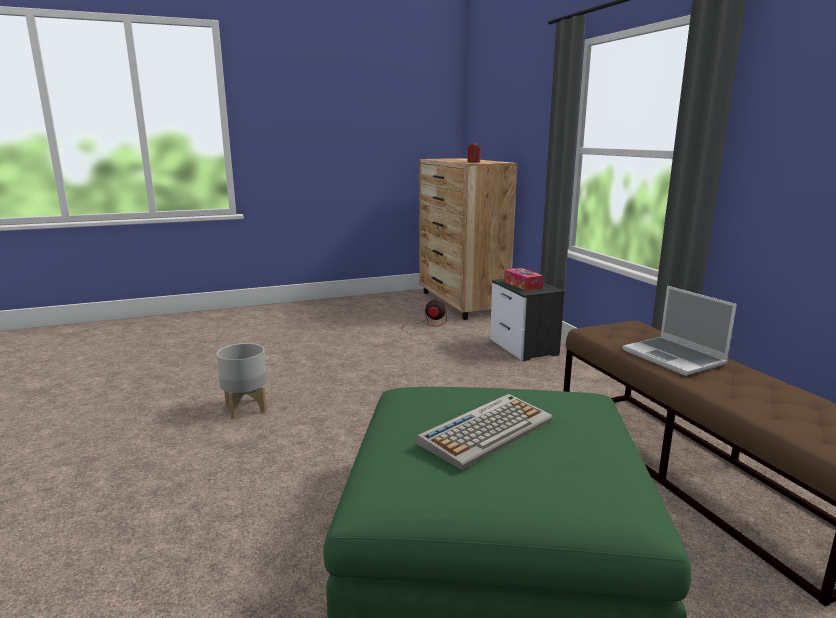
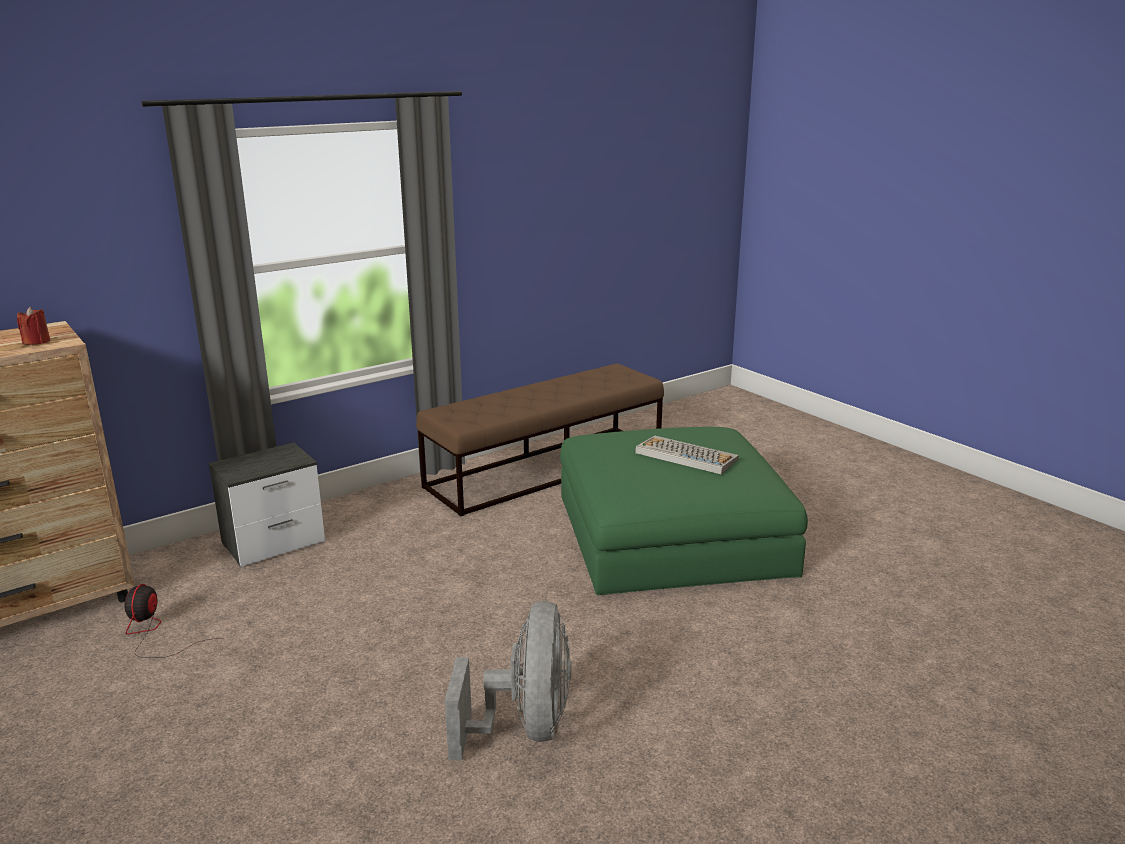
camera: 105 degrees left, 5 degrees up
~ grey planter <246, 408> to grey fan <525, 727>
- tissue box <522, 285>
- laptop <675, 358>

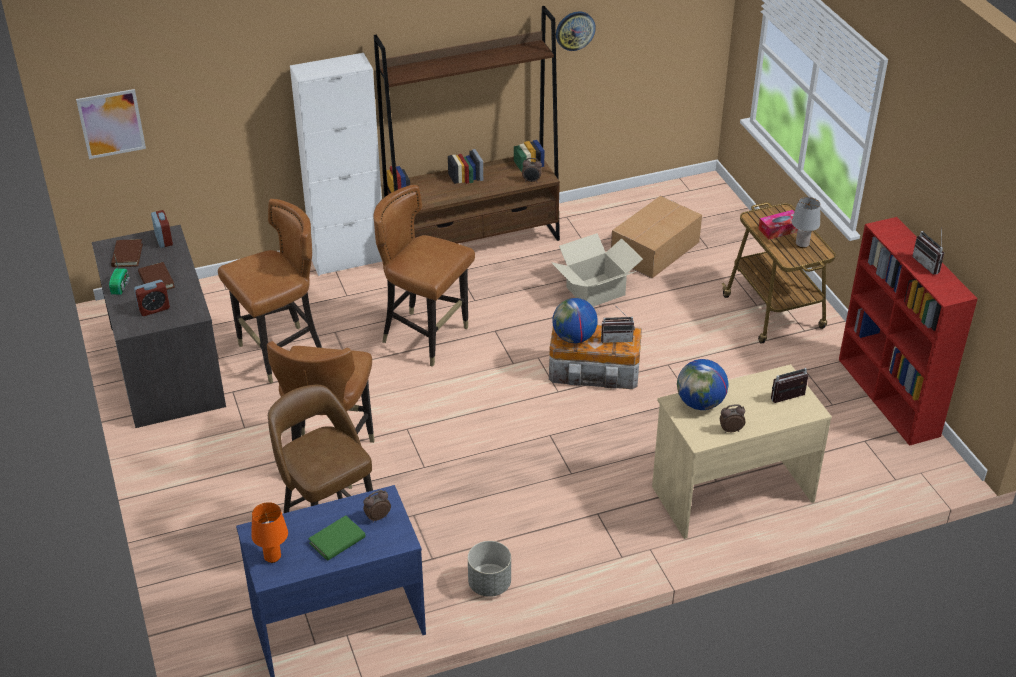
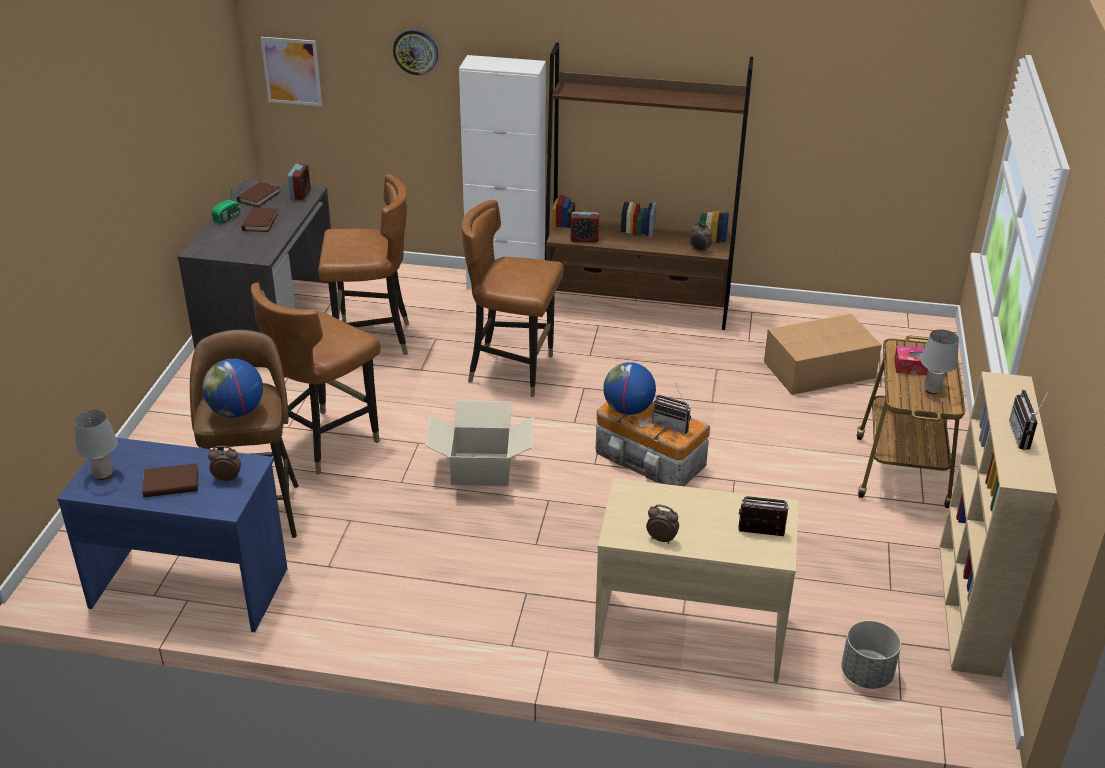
camera: 30 degrees right, 5 degrees down
~ alarm clock <154, 309> to <584, 239>
~ orange table lamp <272, 557> to grey table lamp <103, 474>
~ green book <337, 540> to brown book <171, 484>
~ brown chair <426, 337> = <512, 371> 45 degrees counterclockwise
~ grey planter <489, 584> to <866, 674>
~ cardboard box <595, 291> to <481, 469>
~ wall clock <575, 30> to <415, 51>
~ globe <700, 403> to <236, 412>
~ red bookcase <889, 398> to beige bookcase <969, 609>

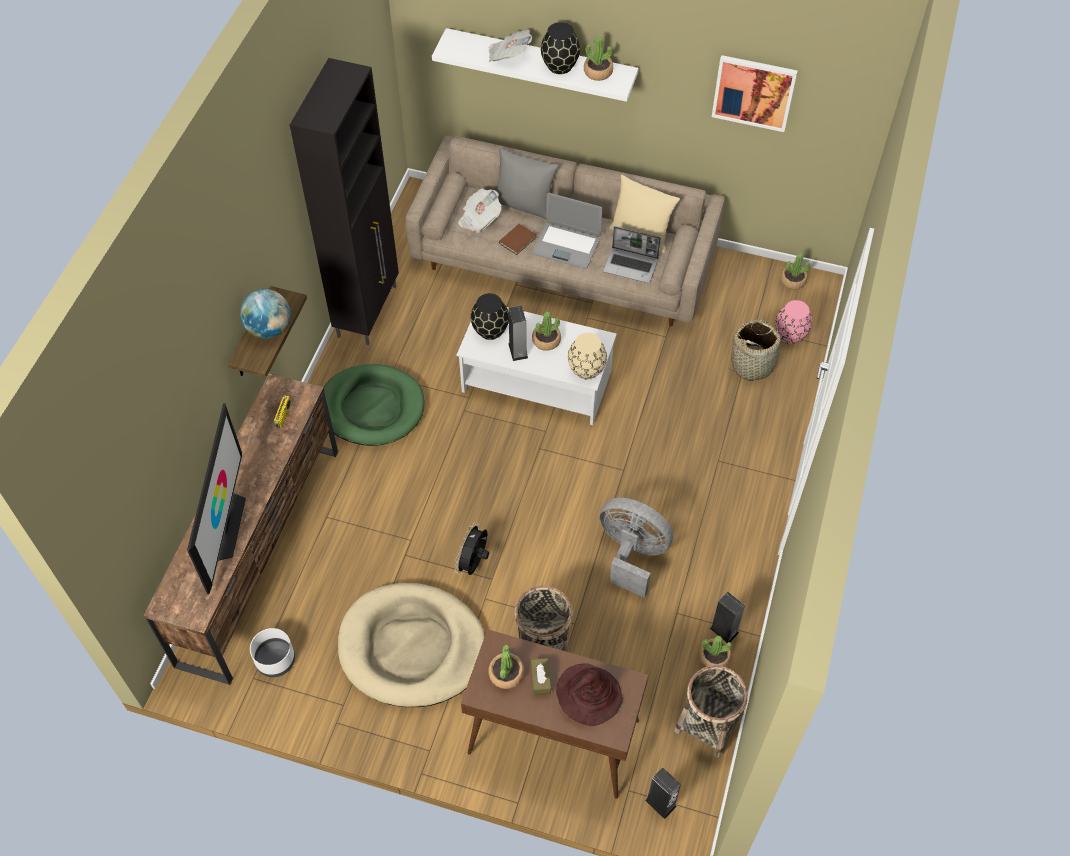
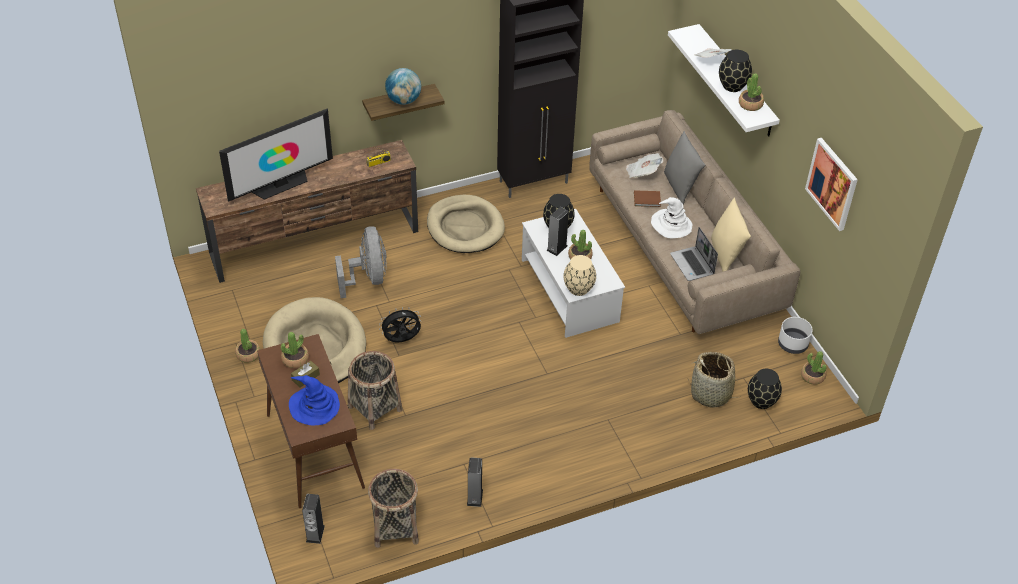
camera: 50 degrees right, 10 degrees down
~ white planter <276, 660> to <793, 344>
~ green dog bed <372, 408> to beige dog bed <465, 227>
~ laptop <566, 246> to white hat <670, 224>
~ brown hat <588, 695> to blue hat <315, 406>
~ grey fan <632, 554> to <367, 278>
~ potted plant <714, 657> to <248, 354>
~ pink vase <789, 335> to black vase <761, 401>

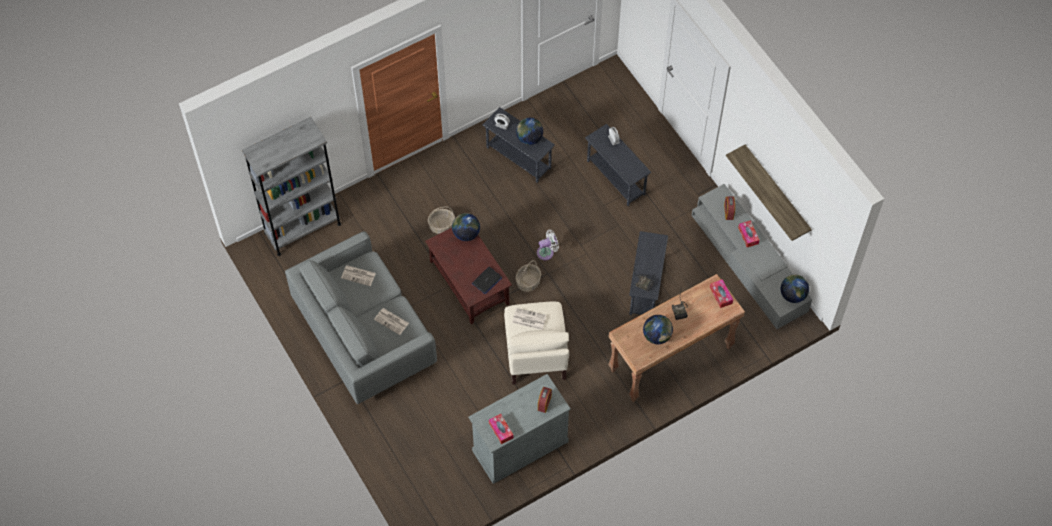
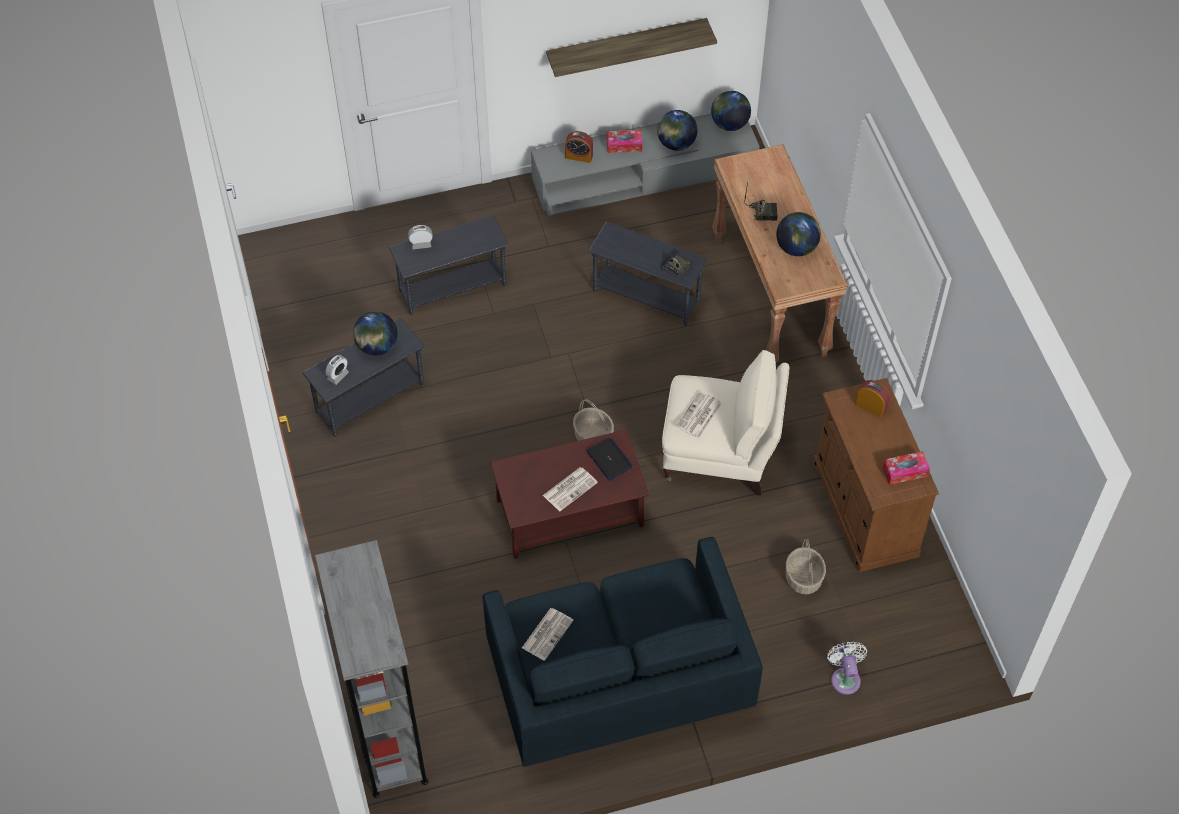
camera: 75 degrees left, 5 degrees down
~ grey sofa <365, 334> to blue sofa <618, 678>
~ newspaper <392, 321> to <570, 488>
~ basket <441, 226> to <804, 578>
~ globe <466, 233> to <676, 143>
~ grey cabinet <520, 446> to brown cabinet <864, 508>
~ white fan <547, 252> to <845, 677>
- tissue box <721, 295>

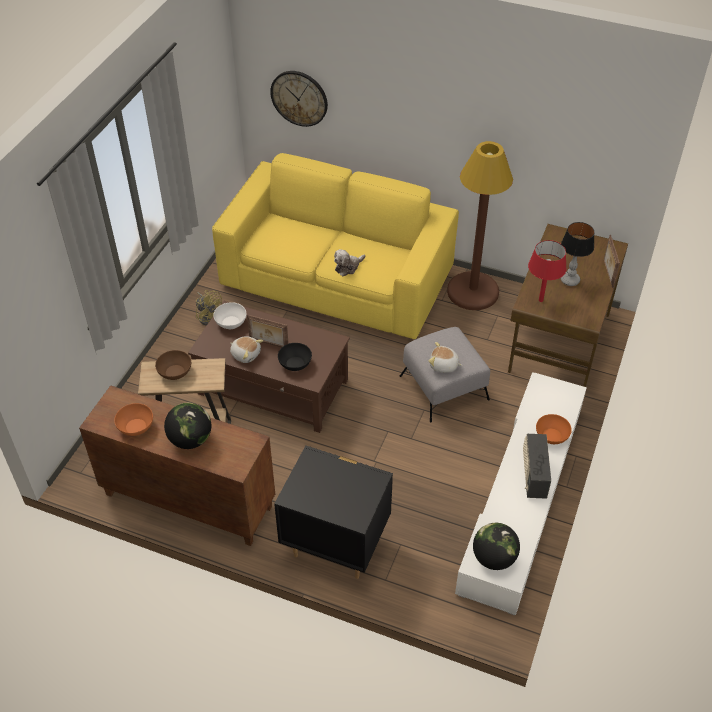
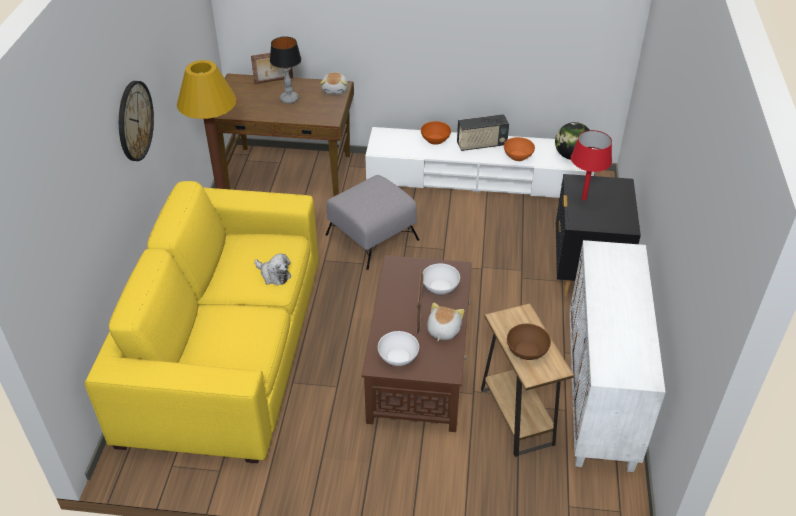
camera: 105 degrees left, 5 degrees down
~ brown cabinet <187, 501> to white cabinet <600, 395>
~ orange bowl <136, 427> to <518, 156>
- globe <190, 439>
- yellow fan <208, 316>
~ wall clock <299, 98> to <134, 121>
~ black bowl <295, 363> to white bowl <440, 287>
~ plush toy <443, 365> to <335, 90>
~ red table lamp <541, 300> to <584, 198>

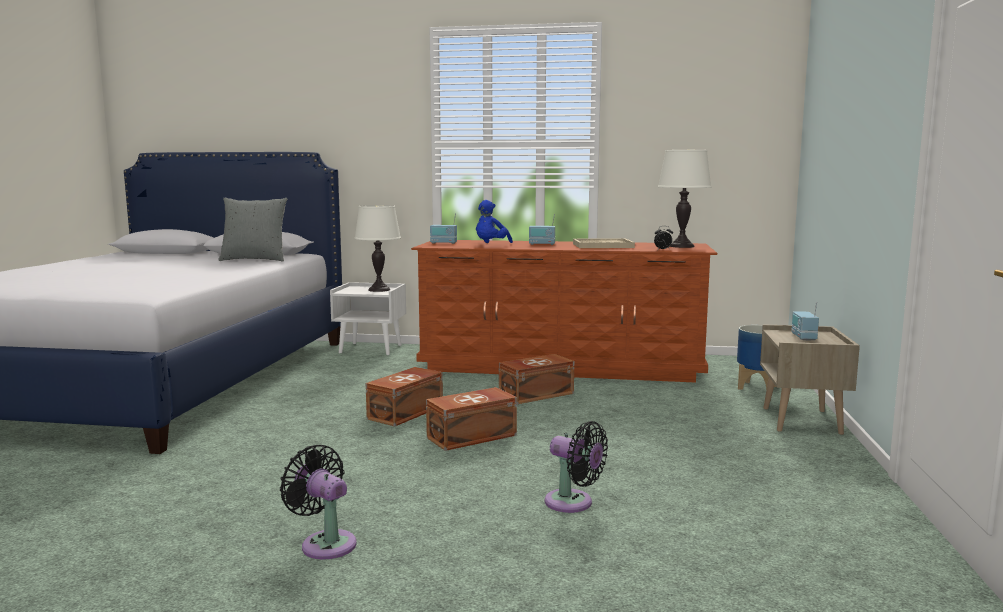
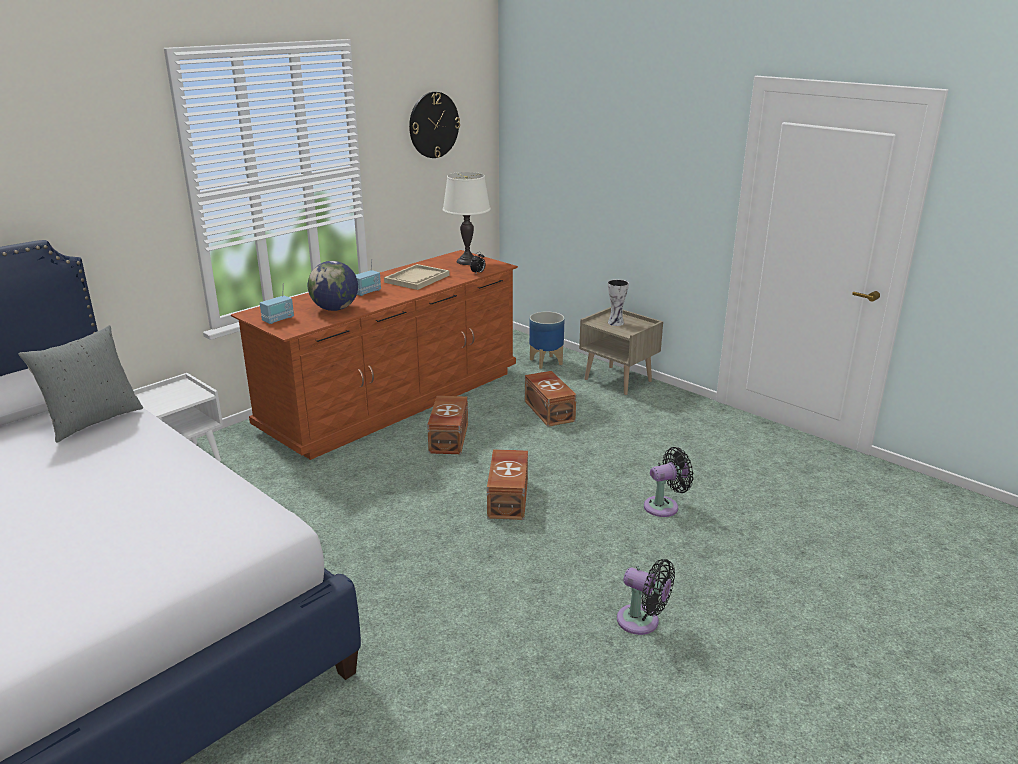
camera: 55 degrees left, 15 degrees up
~ black fan <325, 543> = <642, 622> 135 degrees counterclockwise
- white table lamp <379, 290>
~ brown storage box <407, 412> to <549, 410>
~ blue plush toy <490, 245> to globe <335, 309>
~ radio <803, 337> to vase <616, 322>
+ wall clock <433, 125>

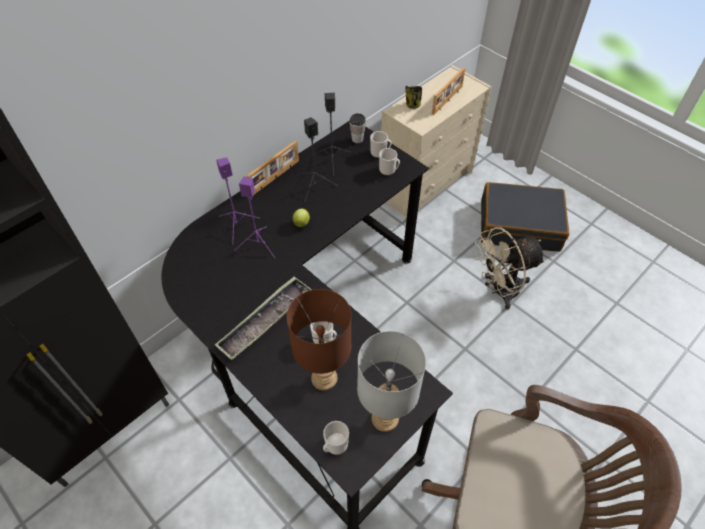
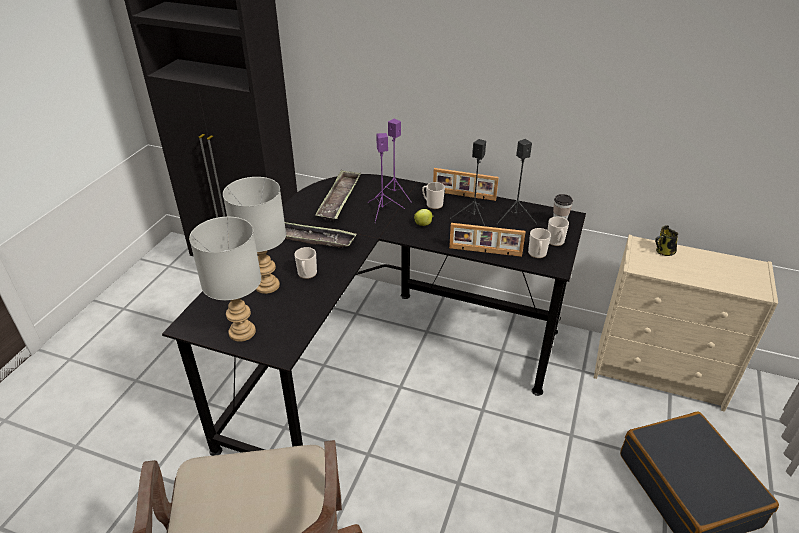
camera: 65 degrees right, 15 degrees down
~ brown table lamp <324, 377> to grey table lamp <268, 285>
~ mug <334, 446> to <432, 204>
~ picture frame <448, 100> to <485, 252>
- beige fan <499, 290>
+ tray <339, 199>

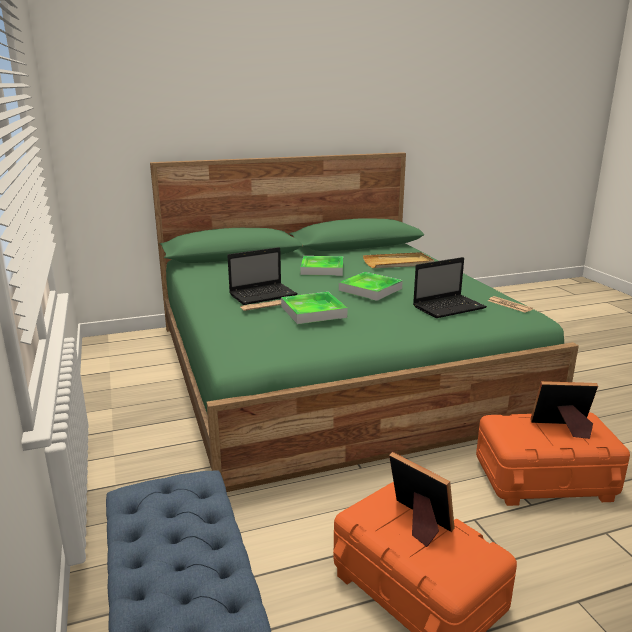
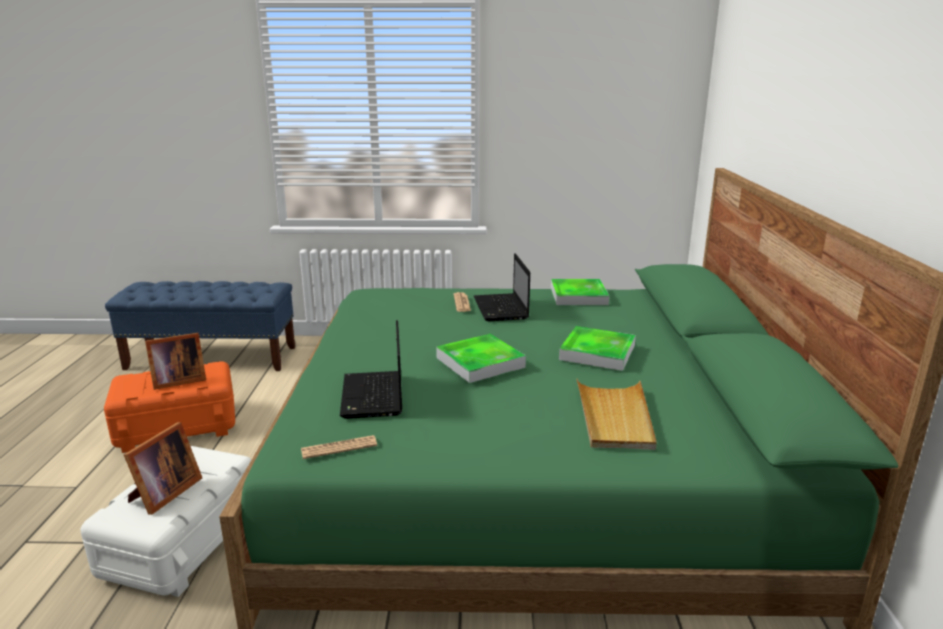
camera: 110 degrees right, 0 degrees up
~ tray <313, 312> to <578, 296>
~ orange storage box <544, 479> to white storage box <182, 542>

